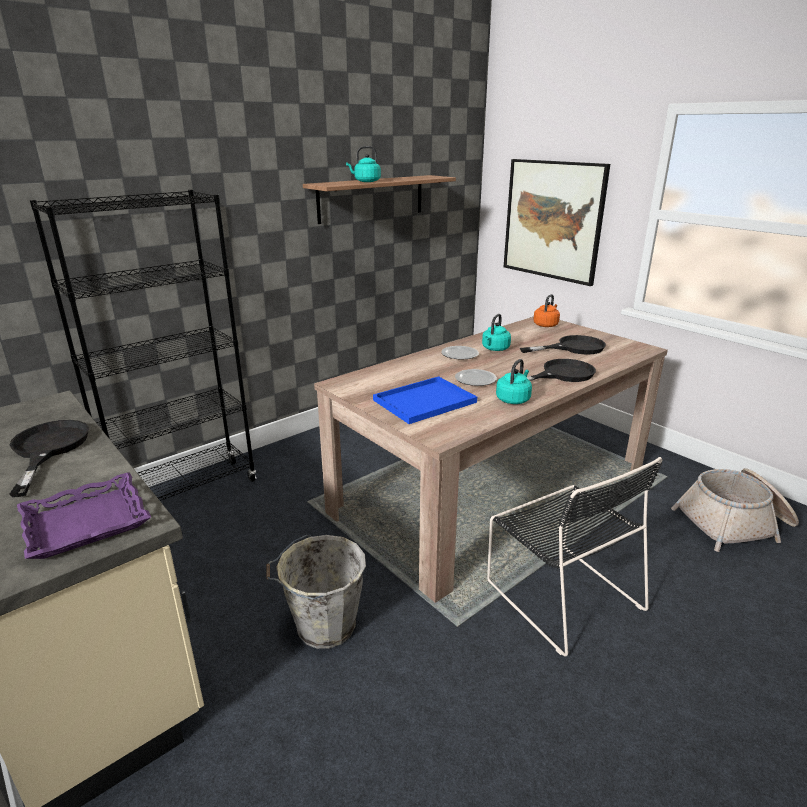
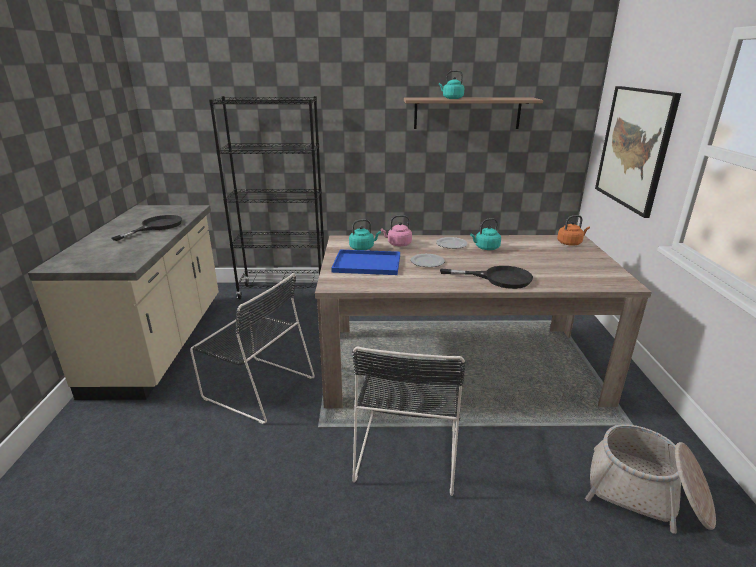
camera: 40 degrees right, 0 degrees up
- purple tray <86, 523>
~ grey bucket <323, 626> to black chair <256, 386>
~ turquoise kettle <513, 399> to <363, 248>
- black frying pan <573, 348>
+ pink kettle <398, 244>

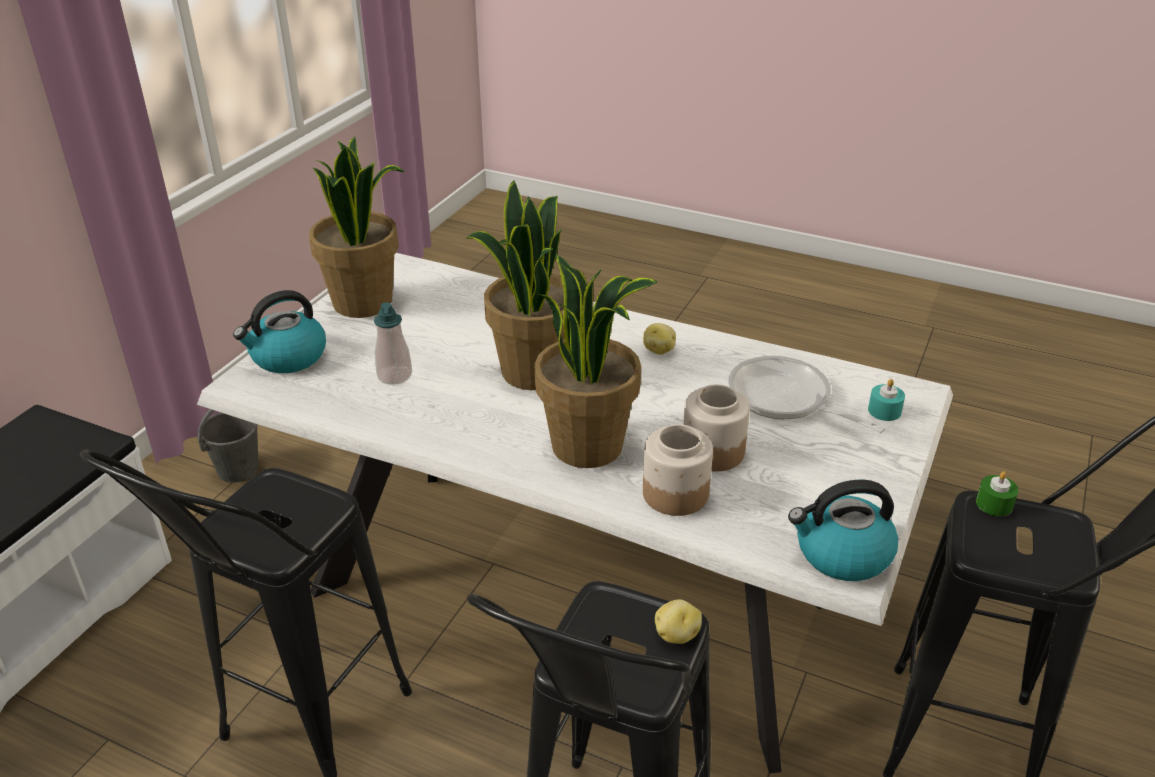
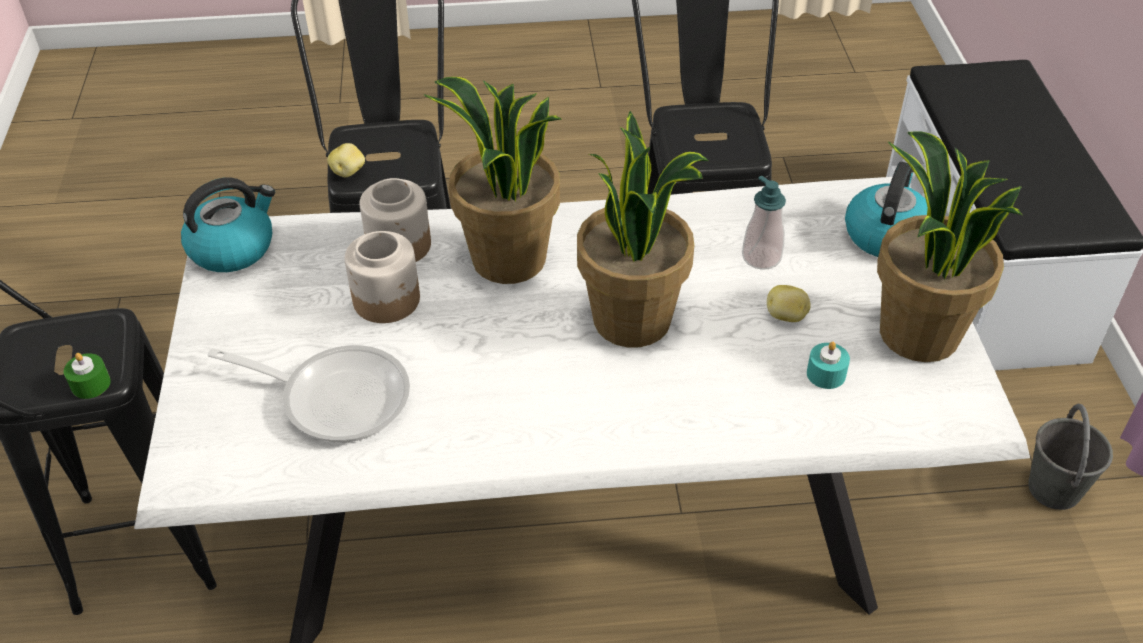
camera: 150 degrees right, 10 degrees up
~ potato <659, 350> to <786, 316>
~ turquoise candle <884, 411> to <826, 374>

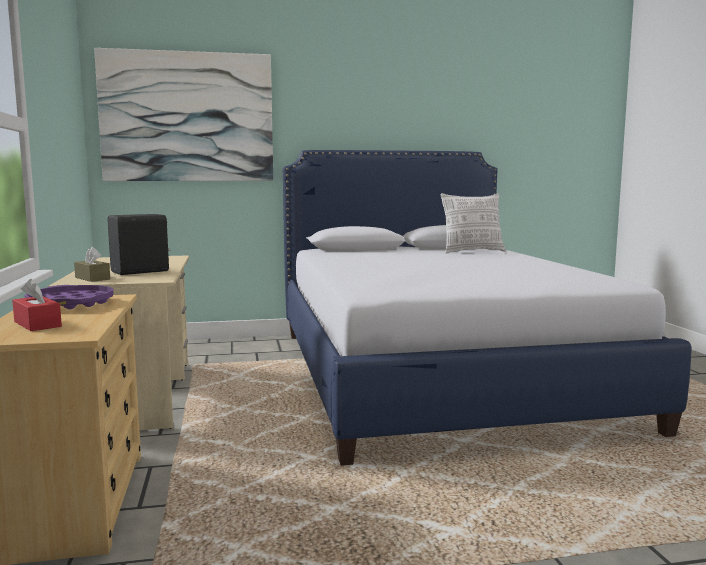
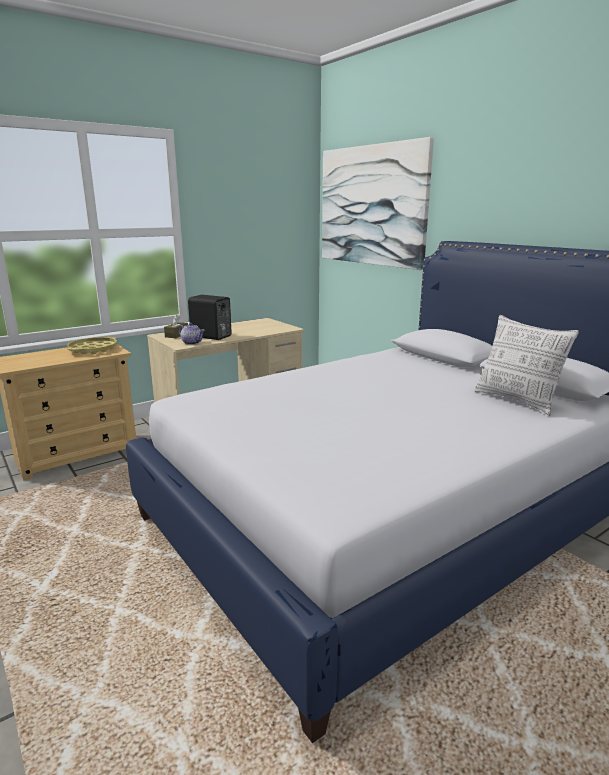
camera: 65 degrees right, 10 degrees up
- red tissue box <37, 324>
~ purple tray <71, 304> to yellow tray <93, 349>
+ teapot <192, 343>

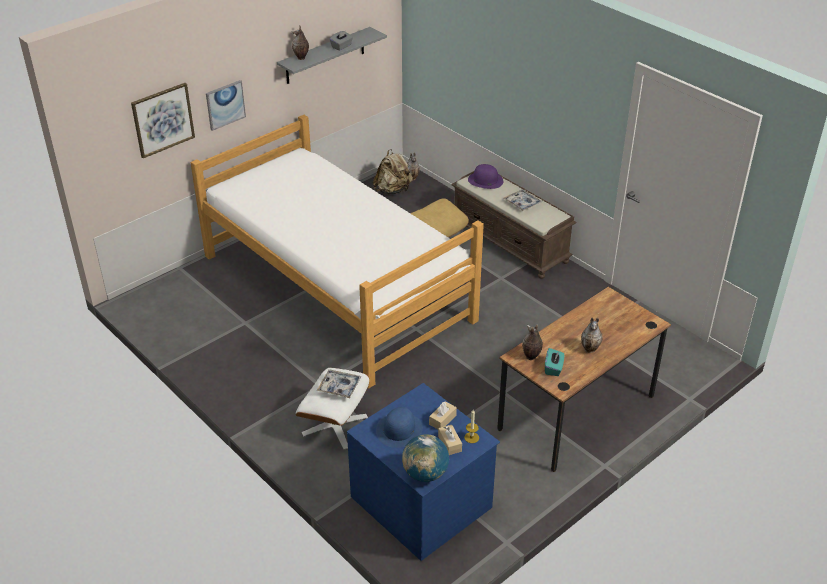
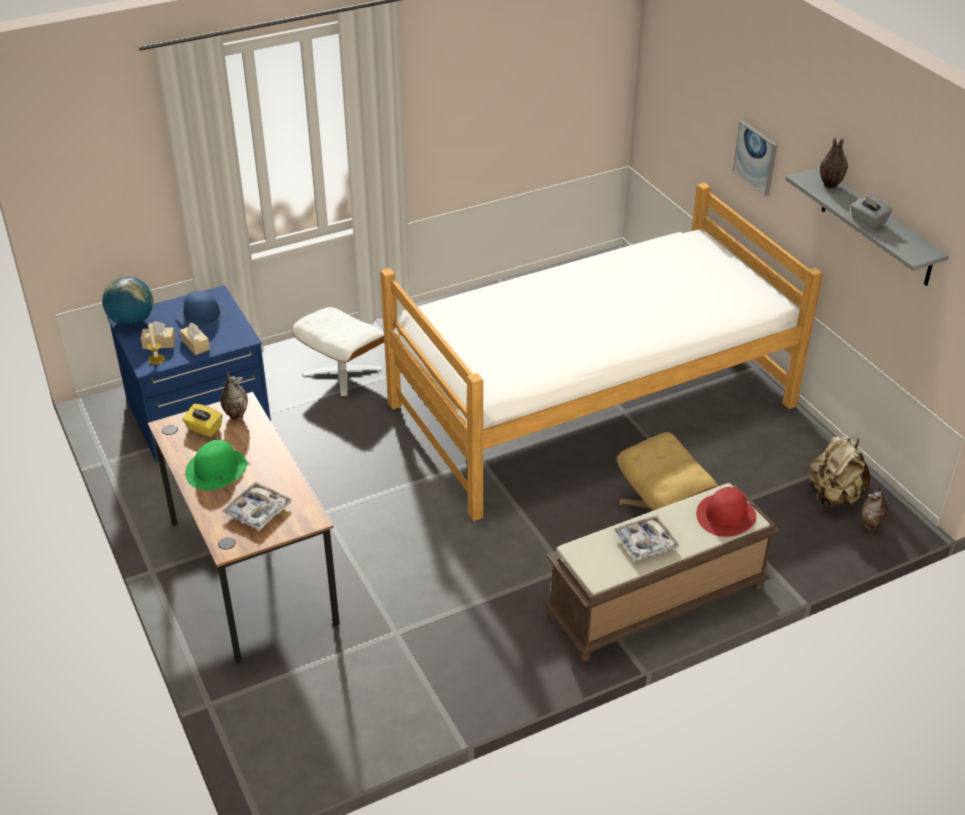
camera: 105 degrees right, 0 degrees up
- picture <163, 119>
~ tray <339, 387> to <258, 511>
~ purple hat <485, 180> to red hat <726, 515>
~ turquoise tissue box <553, 368> to yellow tissue box <204, 429>
~ vase <590, 349> to green hat <216, 469>

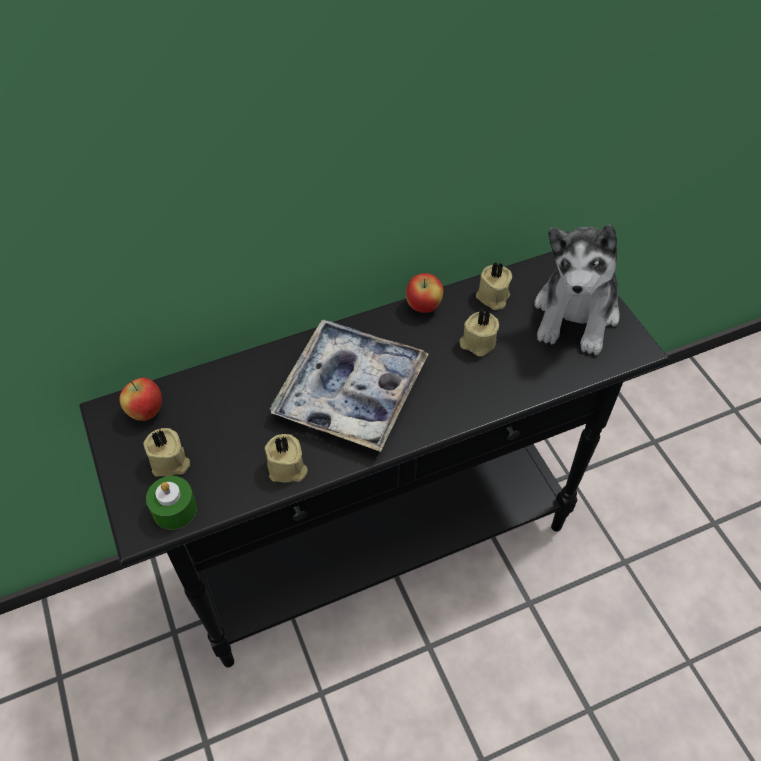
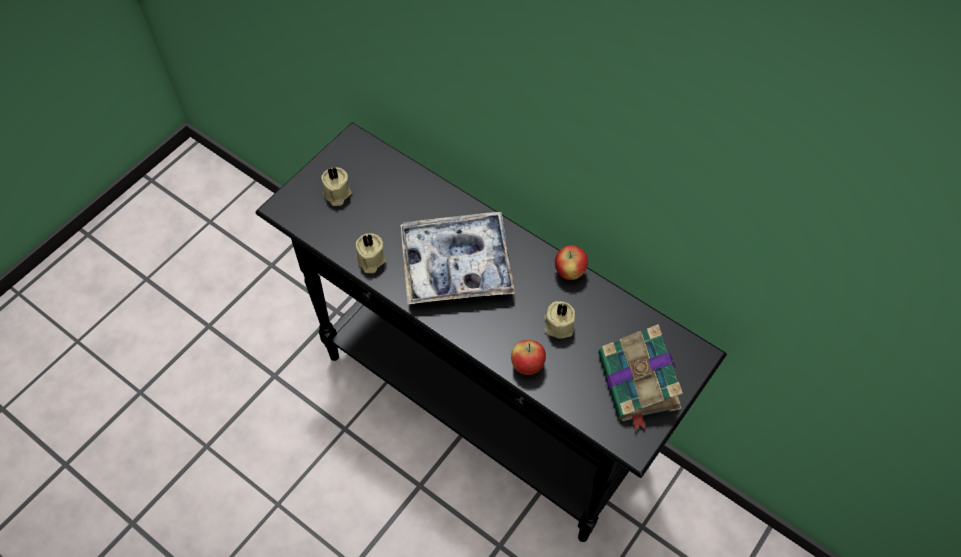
camera: 60 degrees right, 5 degrees up
~ apple <146, 412> to <527, 366>
- green candle <174, 509>
- beige candle <492, 297>
~ plush toy <576, 314> to book <639, 383>

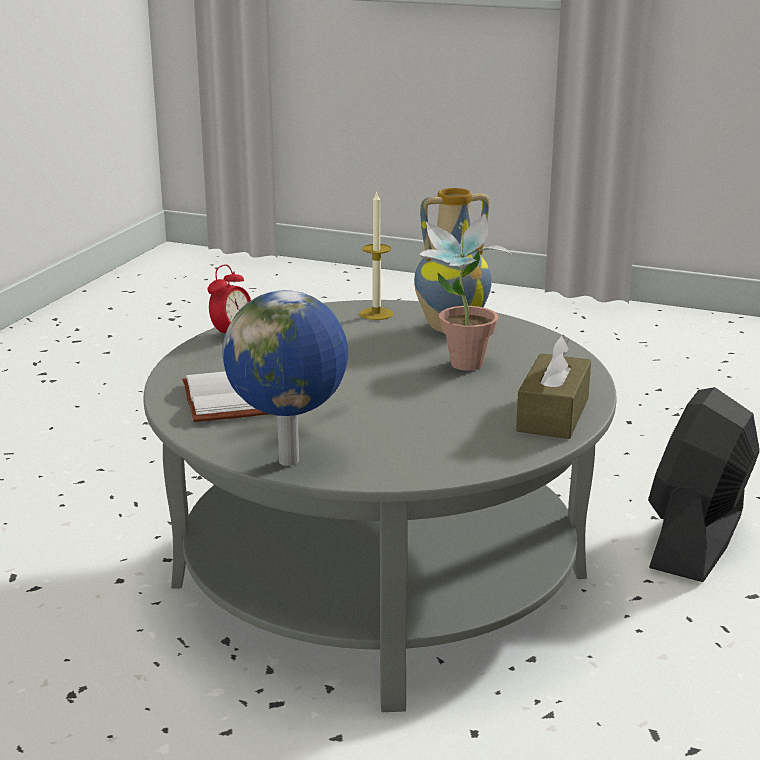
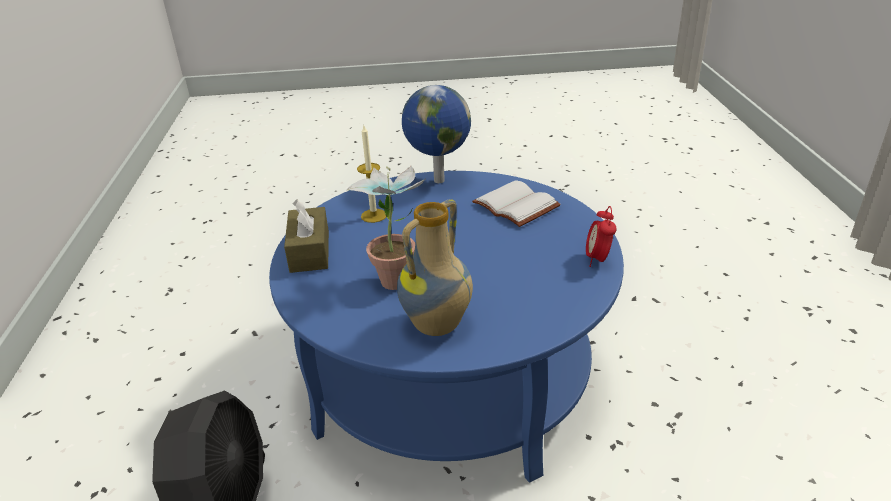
camera: 155 degrees right, 10 degrees up
~ grey coffee table <379, 578> to blue coffee table <451, 377>
~ candle <376, 314> to <374, 215>

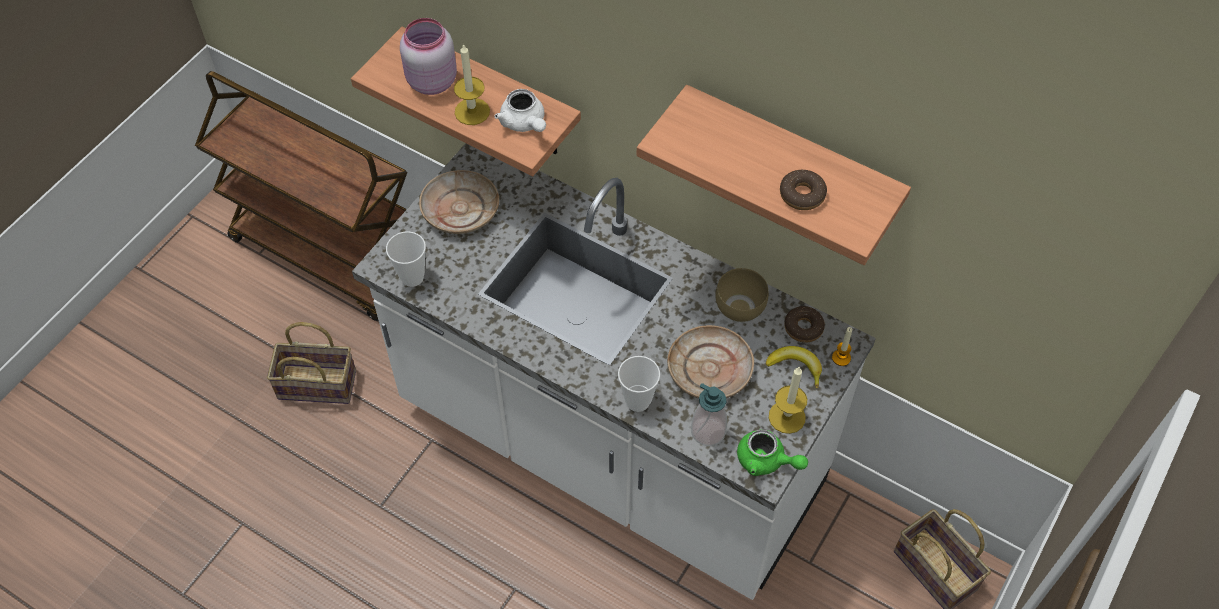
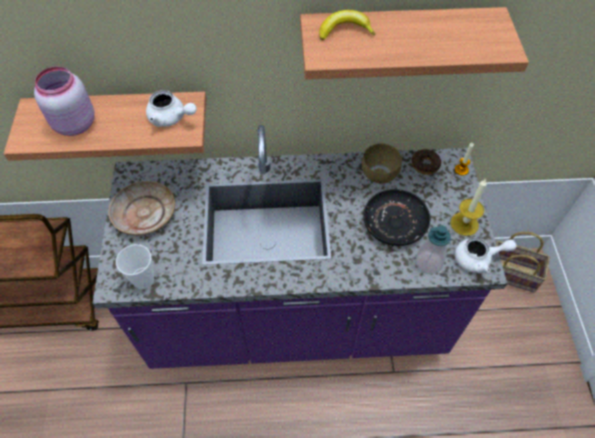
camera: 35 degrees left, 0 degrees up
- basket <319, 383>
~ white counter <609, 448> to purple counter <297, 318>
- candle <472, 111>
- cup <638, 401>
~ beige plate <710, 370> to black plate <395, 223>
~ green teapot <766, 461> to white teapot <478, 259>
~ banana <796, 367> to <345, 31>
- donut <802, 194>

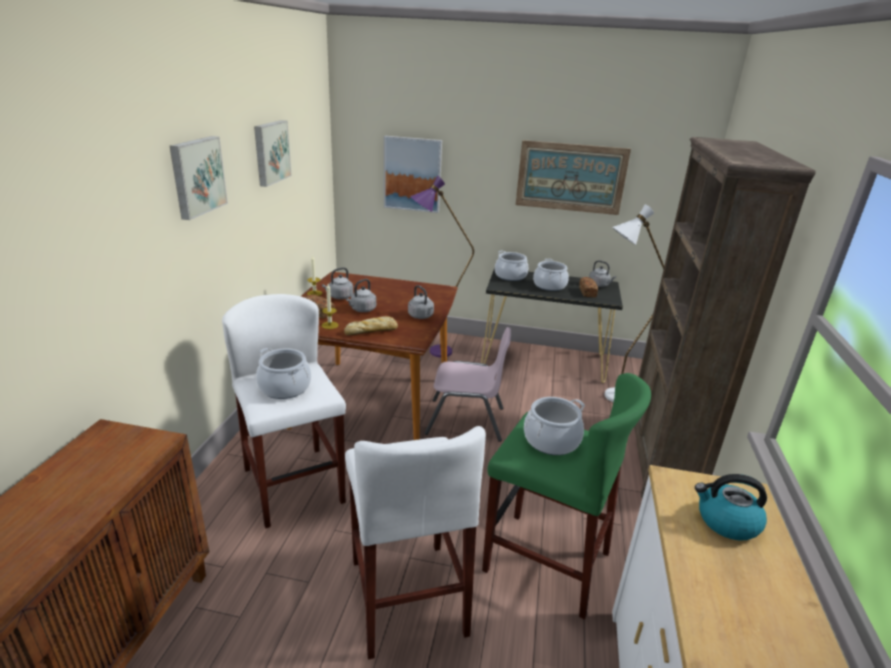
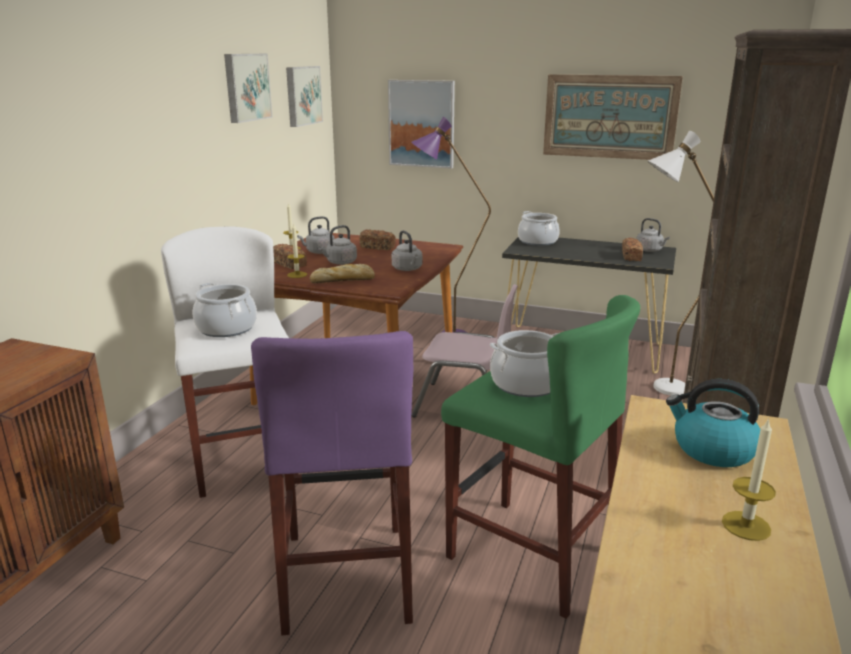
camera: 10 degrees right, 5 degrees down
~ picture <196, 176> to <302, 95>
~ white stool <407, 596> to purple stool <346, 576>
- cooking pot <549, 286>
+ bread <377, 247>
+ candle <746, 525>

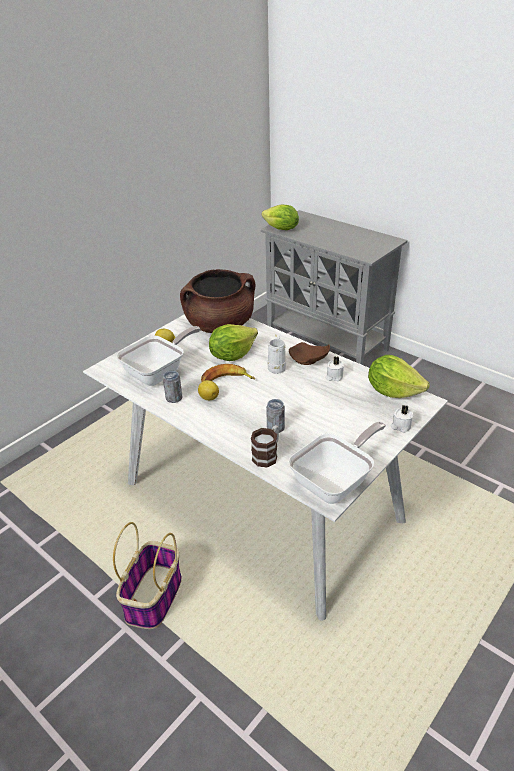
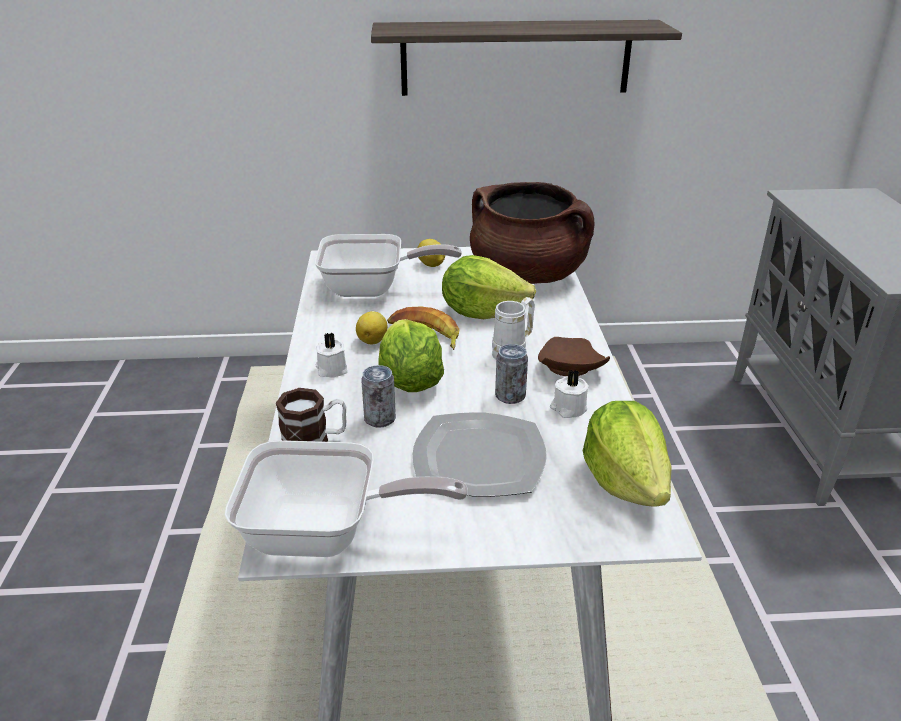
camera: 45 degrees right, 5 degrees down
- basket <154, 598>
~ can <174, 398> to <510, 396>
~ lettuce <281, 229> to <409, 381>
~ white candle <400, 426> to <331, 369>
+ shelf <516, 58>
+ plate <478, 457>

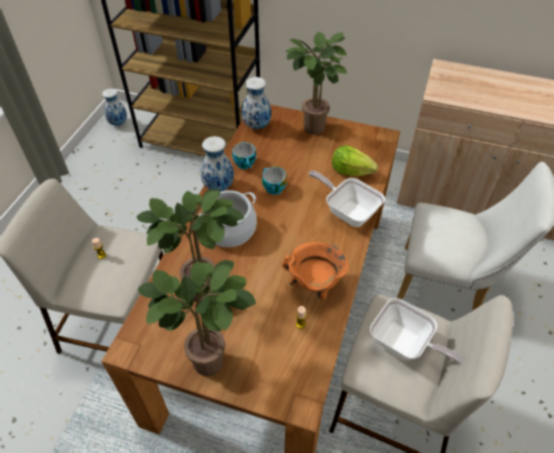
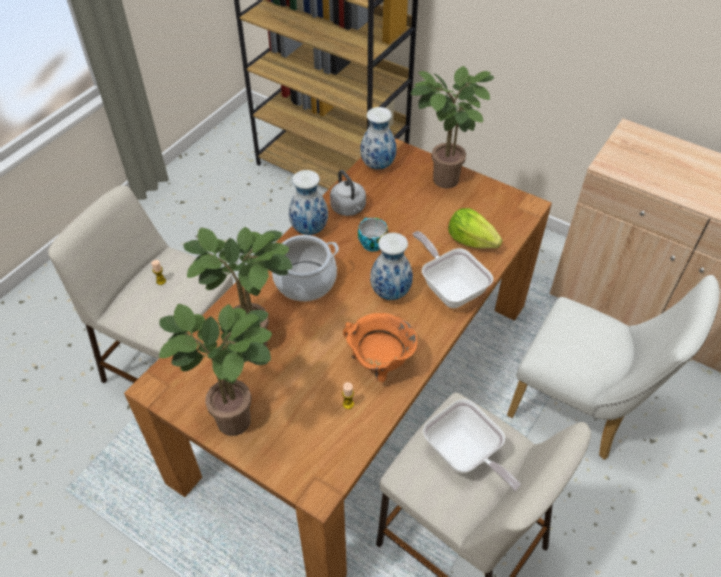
camera: 15 degrees right, 0 degrees up
~ vase <118, 123> to <390, 292>
~ cup <245, 164> to grey kettle <349, 208>

